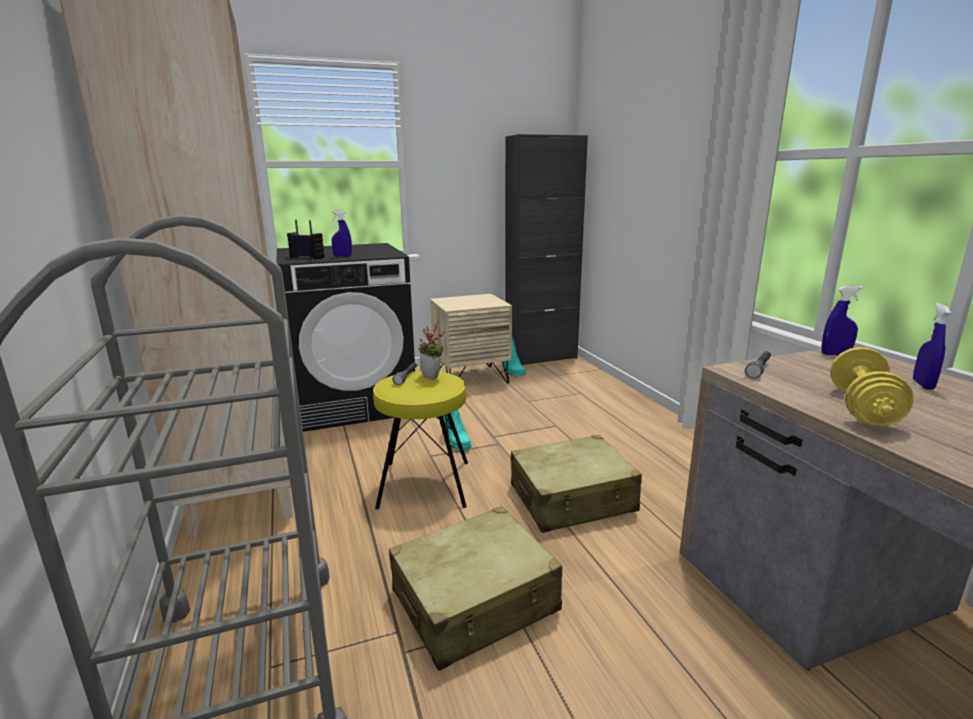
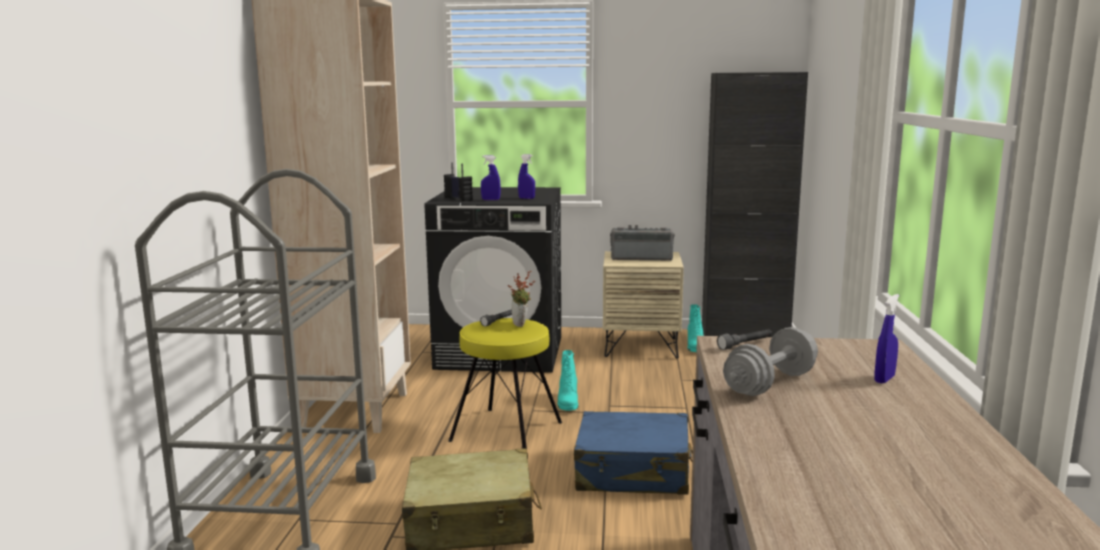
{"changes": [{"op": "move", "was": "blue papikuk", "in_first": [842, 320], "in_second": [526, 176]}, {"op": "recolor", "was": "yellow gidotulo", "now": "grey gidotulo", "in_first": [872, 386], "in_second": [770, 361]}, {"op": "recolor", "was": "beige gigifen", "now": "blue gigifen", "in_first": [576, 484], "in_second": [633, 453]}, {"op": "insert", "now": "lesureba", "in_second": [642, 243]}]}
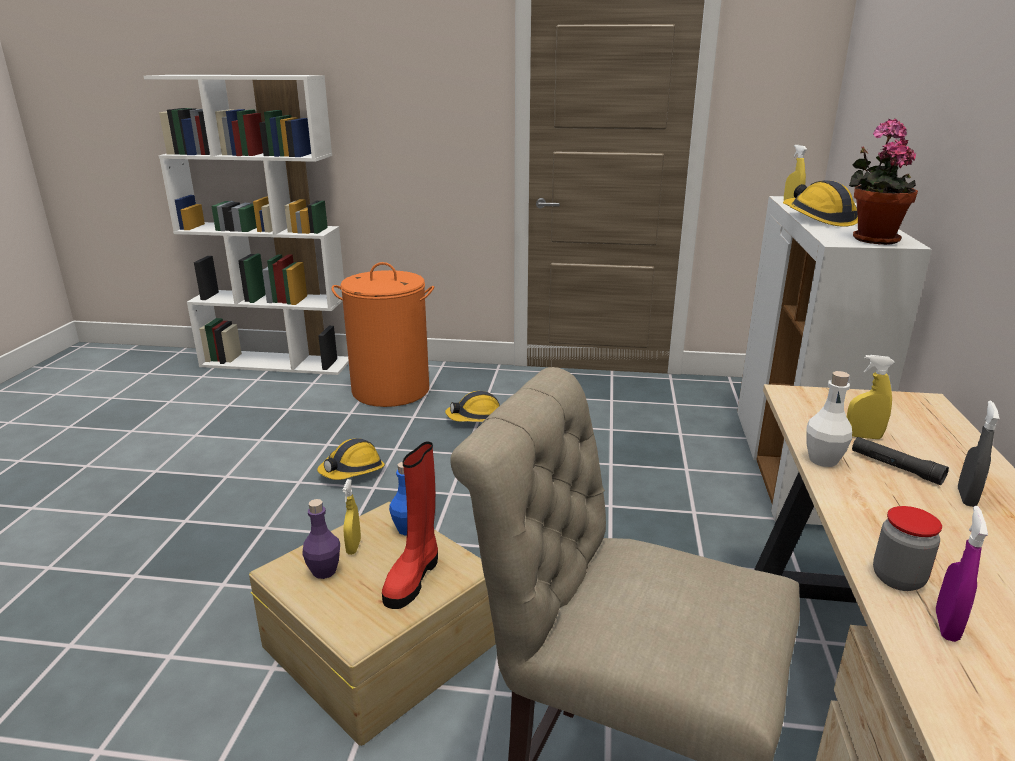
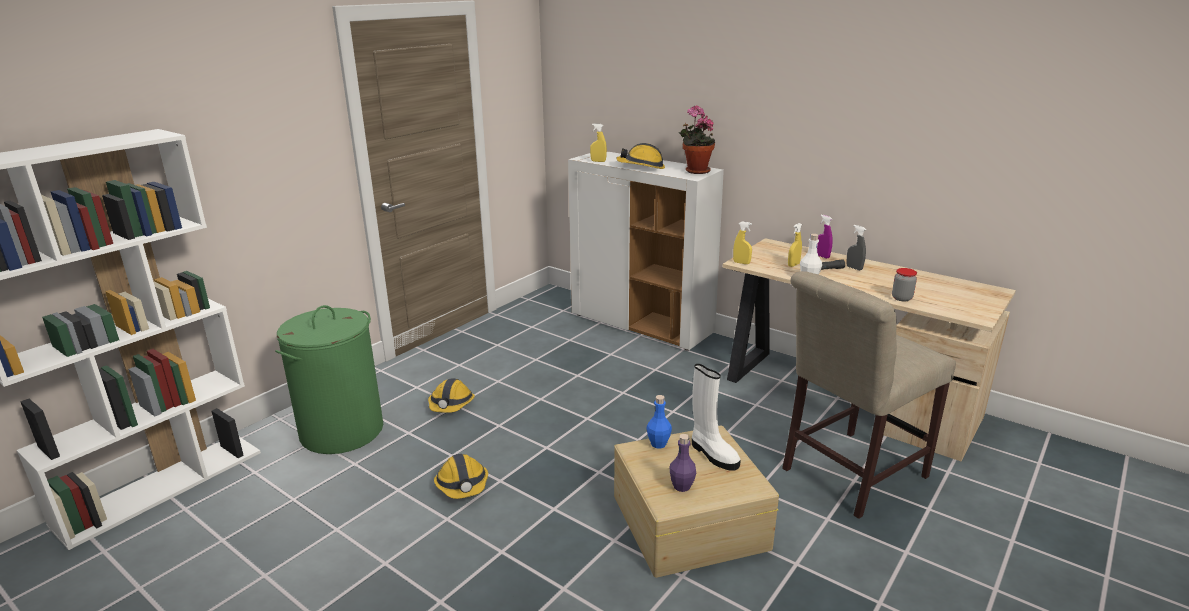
{"changes": [{"op": "recolor", "was": "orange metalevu", "now": "green metalevu", "in_first": [382, 334], "in_second": [329, 379]}, {"op": "recolor", "was": "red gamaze", "now": "white gamaze", "in_first": [410, 525], "in_second": [716, 417]}, {"op": "move", "was": "yellow papikuk", "in_first": [351, 517], "in_second": [742, 242]}, {"op": "move", "was": "purple papikuk", "in_first": [962, 574], "in_second": [825, 236]}]}
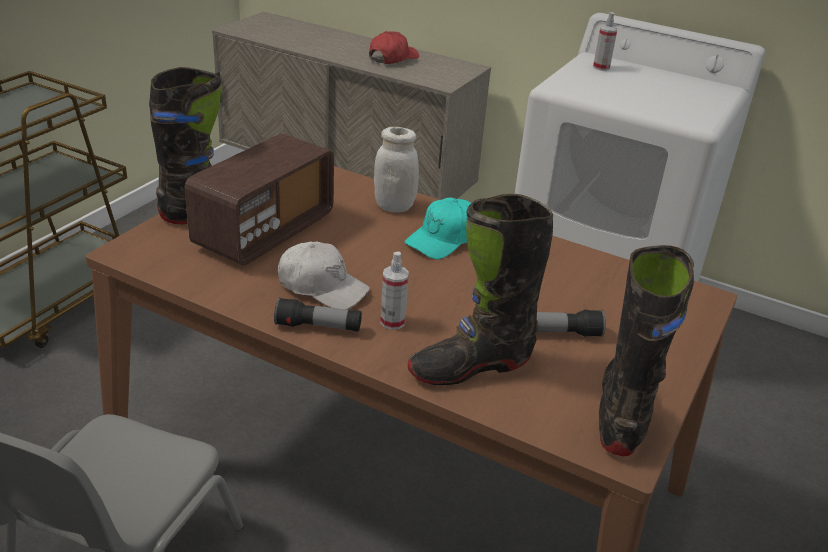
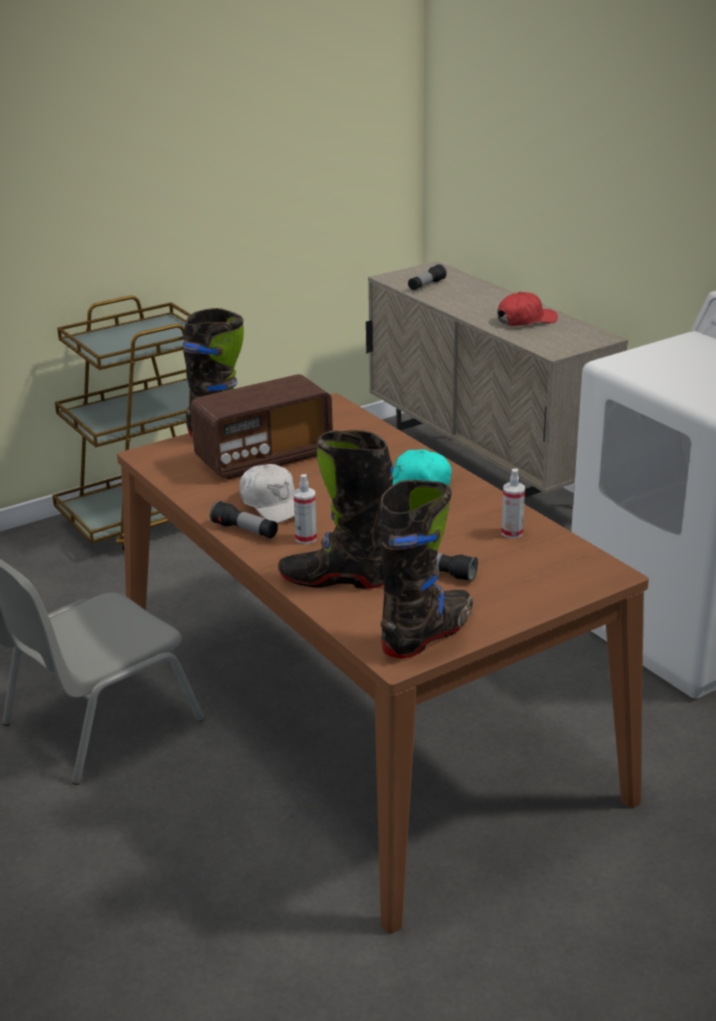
{"changes": [{"op": "move", "was": "papikuk", "in_first": [605, 41], "in_second": [513, 504]}, {"op": "delete", "was": "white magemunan", "in_first": [396, 170]}, {"op": "insert", "now": "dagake", "in_second": [427, 277]}]}
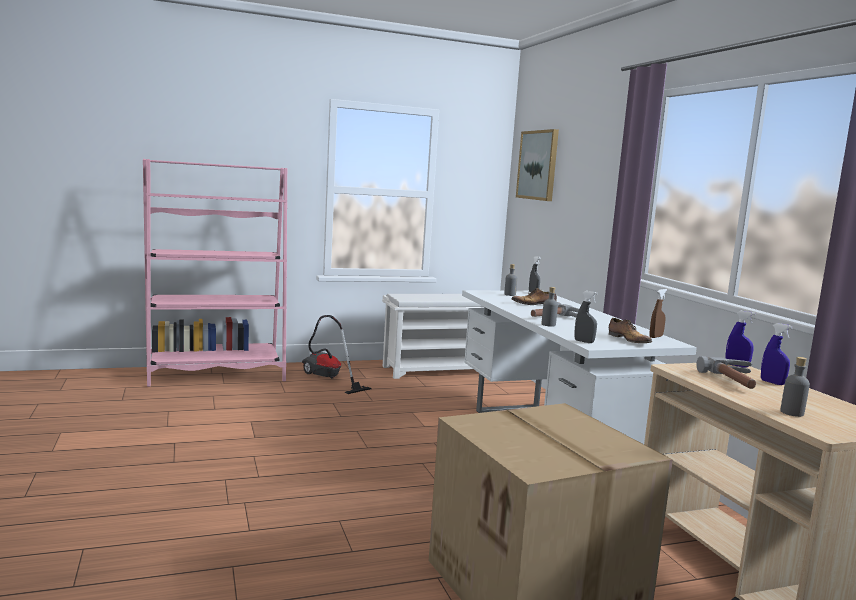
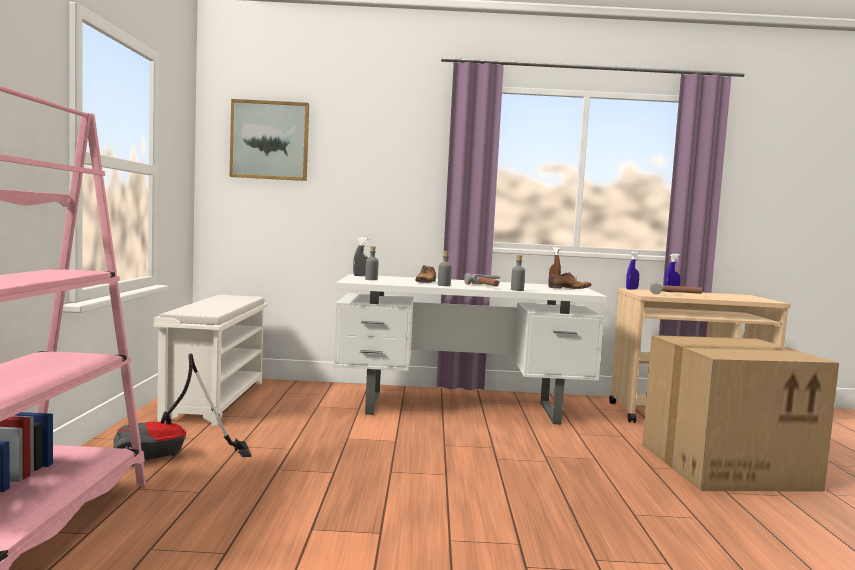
{"changes": [{"op": "delete", "was": "grey papikuk", "in_first": [586, 317]}, {"op": "move", "was": "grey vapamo", "in_first": [795, 387], "in_second": [445, 268]}]}
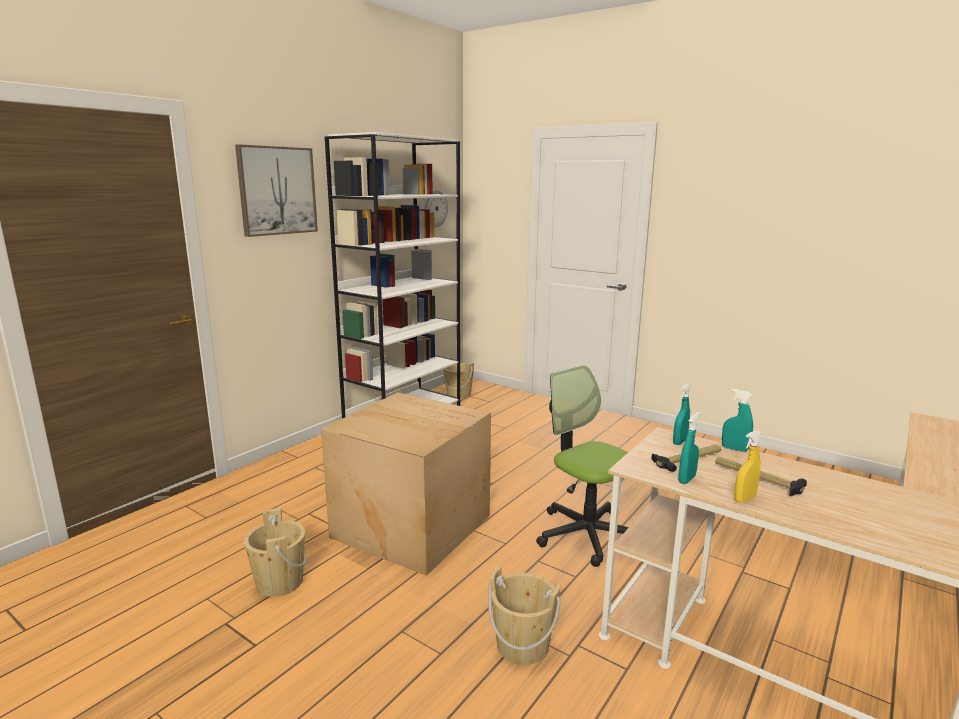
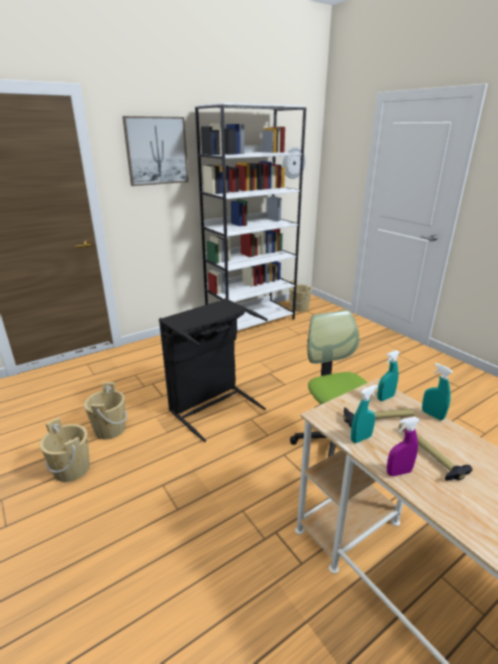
{"changes": [{"op": "replace", "was": "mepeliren", "now": "black metalevu", "in_first": [406, 484], "in_second": [213, 370]}, {"op": "recolor", "was": "yellow papikuk", "now": "purple papikuk", "in_first": [748, 466], "in_second": [403, 446]}, {"op": "move", "was": "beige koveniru", "in_first": [524, 615], "in_second": [65, 450]}]}
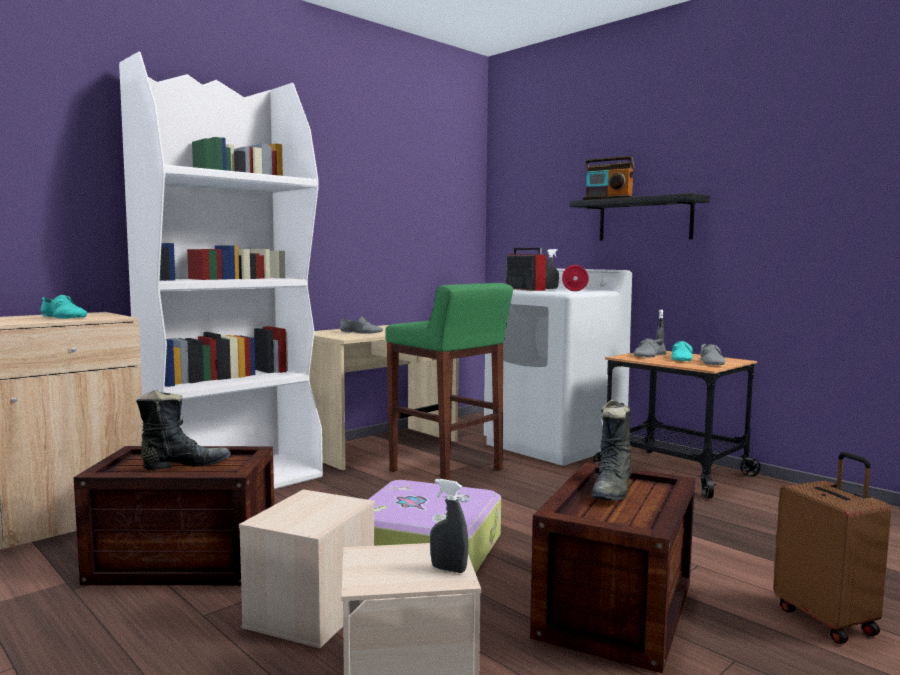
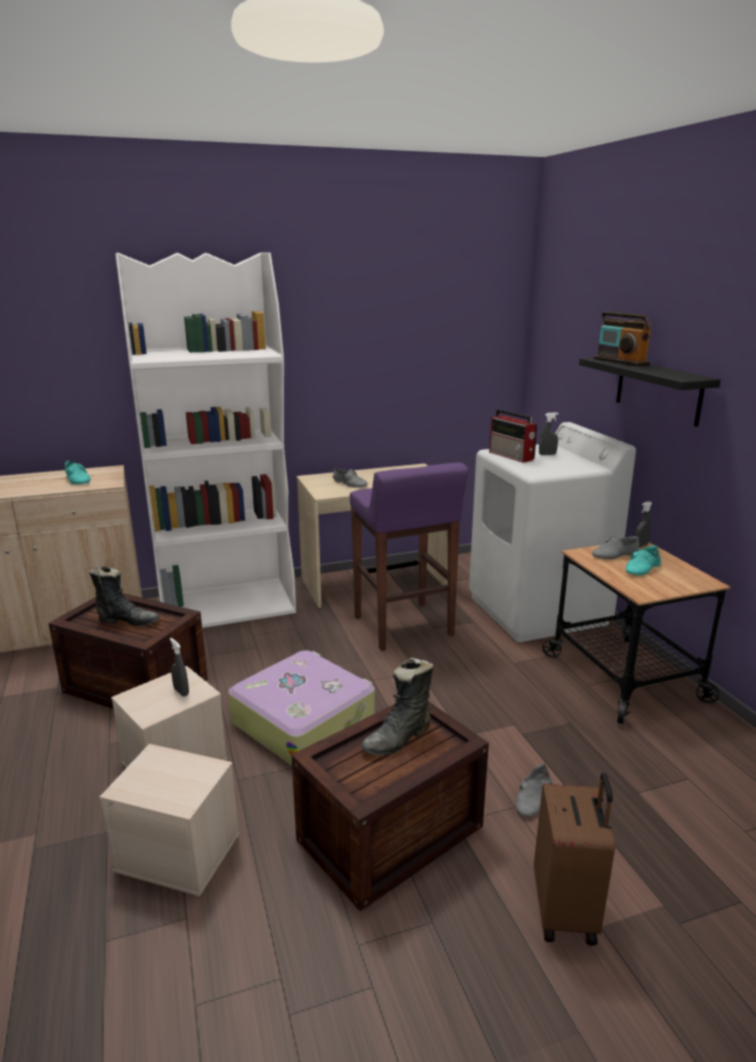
{"changes": [{"op": "rotate", "was": "lesureba", "in_first": [526, 269], "in_second": [513, 436], "clockwise": 150}, {"op": "delete", "was": "red gidotulo", "in_first": [575, 278]}, {"op": "recolor", "was": "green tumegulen", "now": "purple tumegulen", "in_first": [449, 381], "in_second": [409, 557]}, {"op": "move", "was": "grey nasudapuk", "in_first": [712, 354], "in_second": [534, 790]}, {"op": "move", "was": "grey papikuk", "in_first": [449, 526], "in_second": [179, 667]}]}
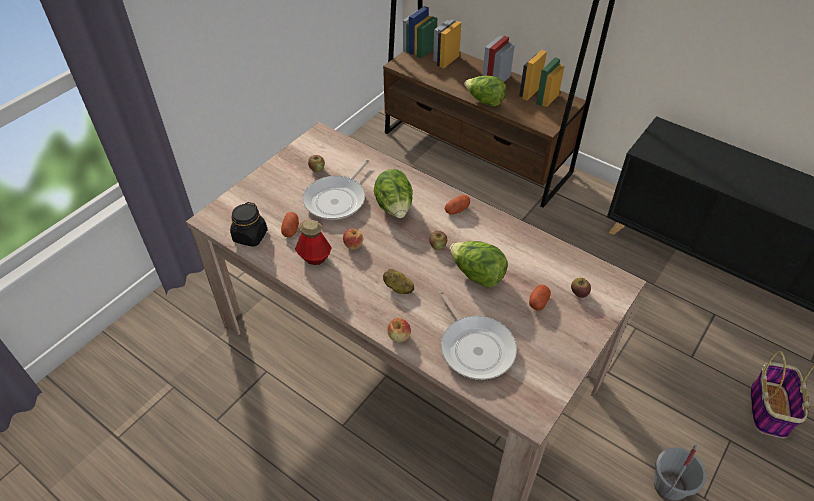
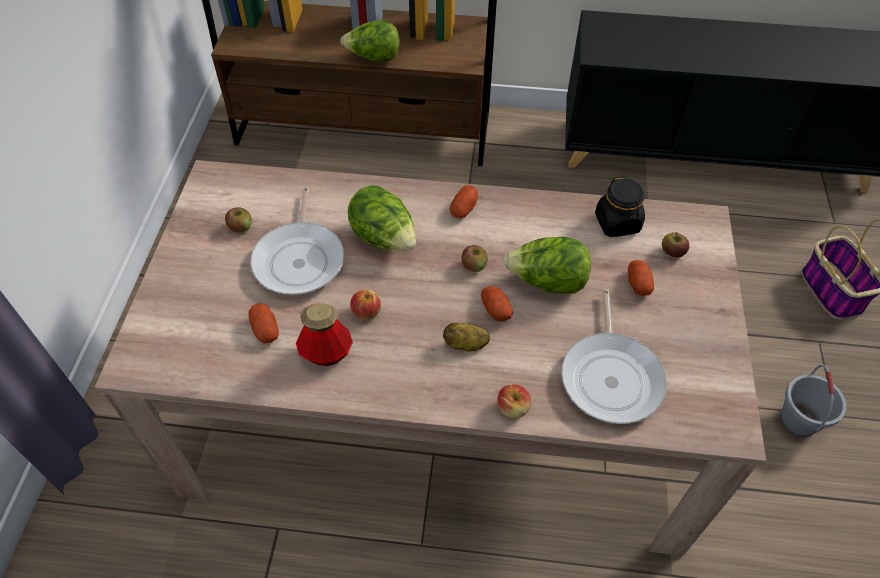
{"changes": [{"op": "move", "was": "black magemunan", "in_first": [249, 224], "in_second": [620, 206]}, {"op": "rotate", "was": "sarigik", "in_first": [478, 335], "in_second": [614, 356], "clockwise": 60}, {"op": "insert", "now": "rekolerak", "in_second": [497, 304]}]}
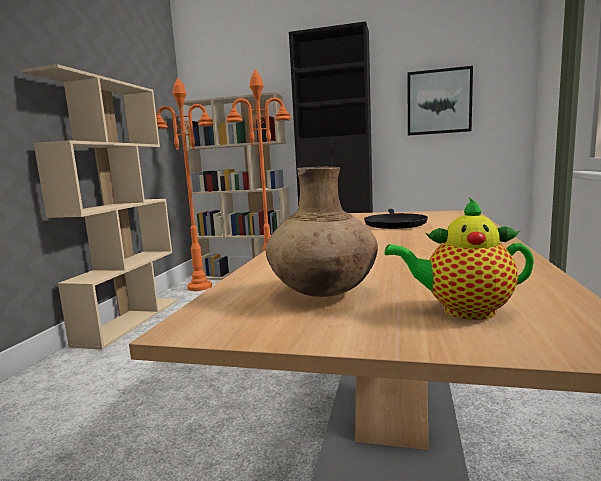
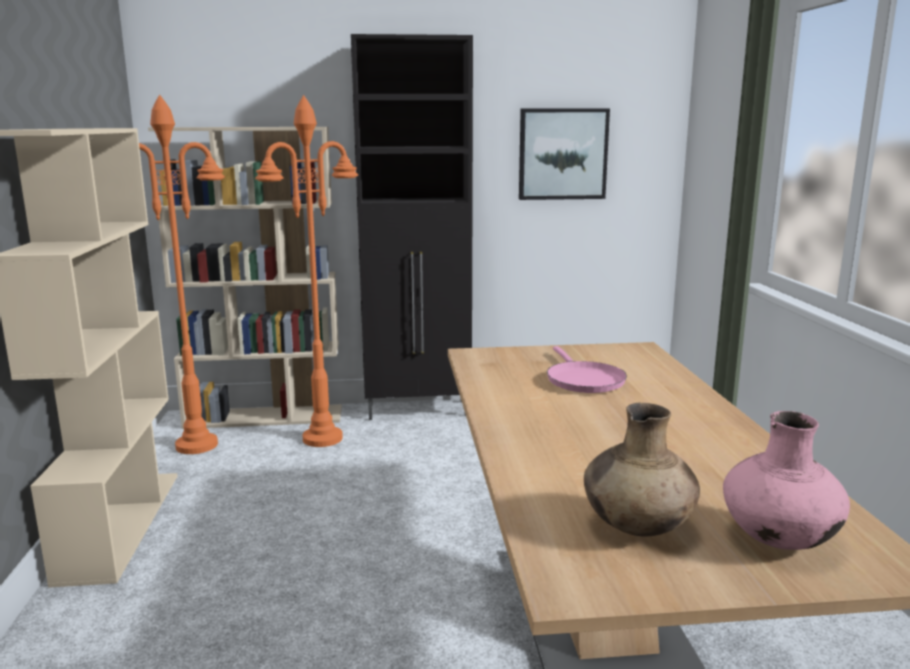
{"changes": [{"op": "replace", "was": "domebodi", "now": "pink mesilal", "in_first": [459, 258], "in_second": [786, 480]}, {"op": "recolor", "was": "black sarigik", "now": "pink sarigik", "in_first": [396, 219], "in_second": [587, 369]}]}
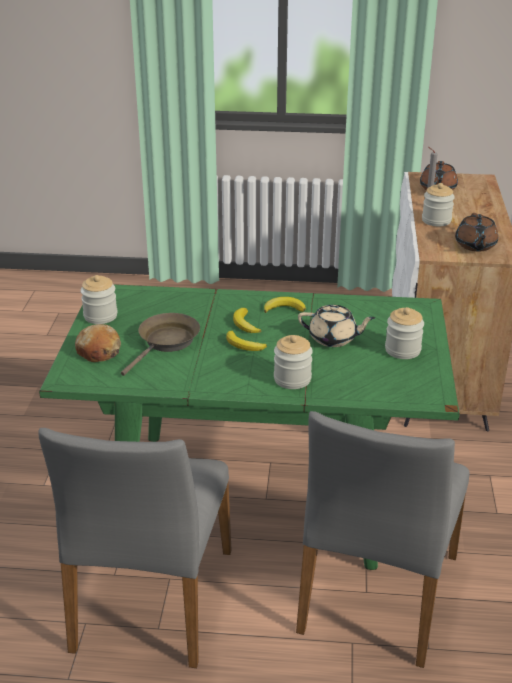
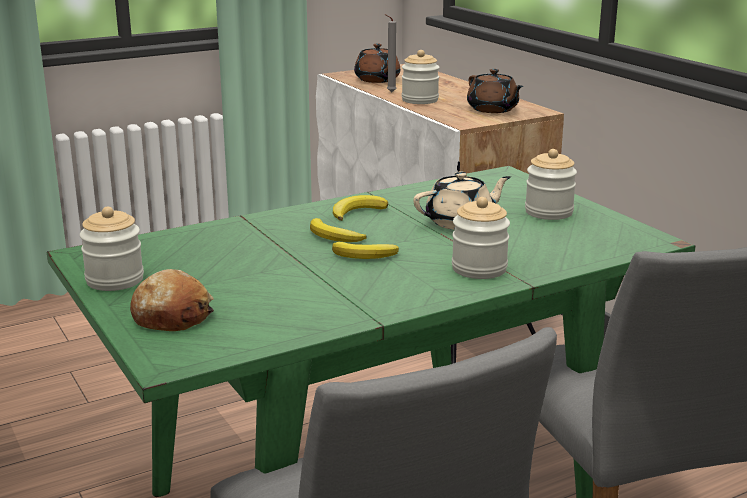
{"changes": [{"op": "delete", "was": "brown sarigik", "in_first": [160, 344]}]}
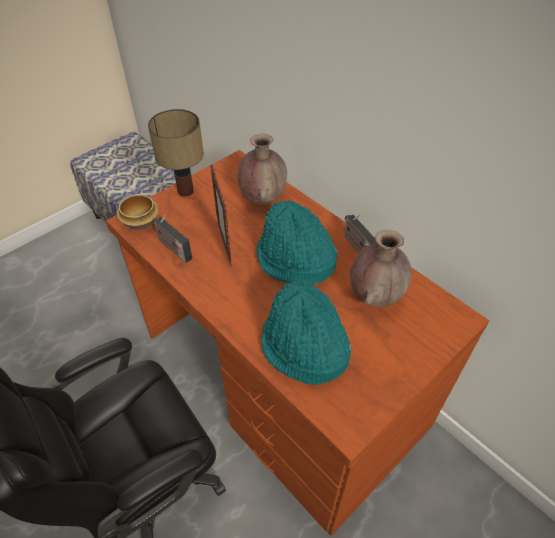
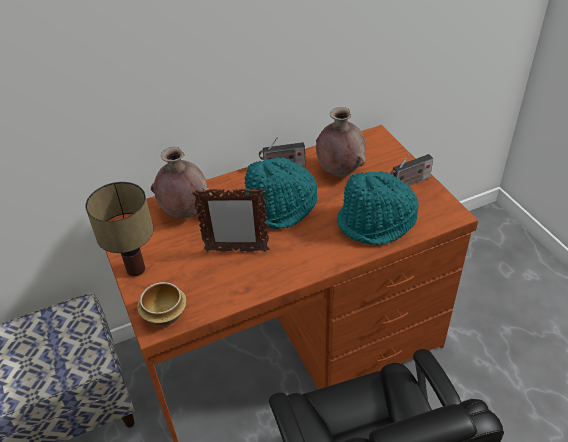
{"changes": [{"op": "move", "was": "lesureba", "in_first": [173, 239], "in_second": [411, 169]}]}
